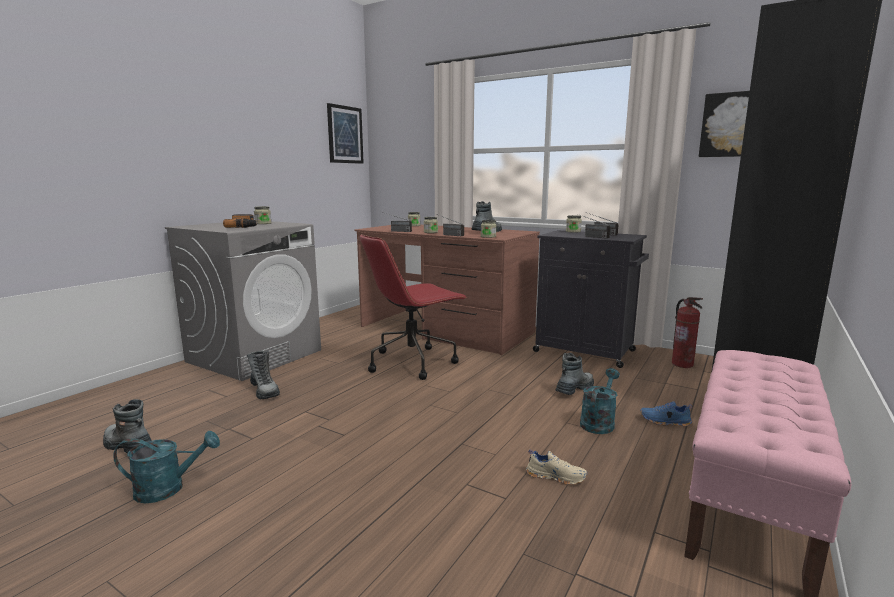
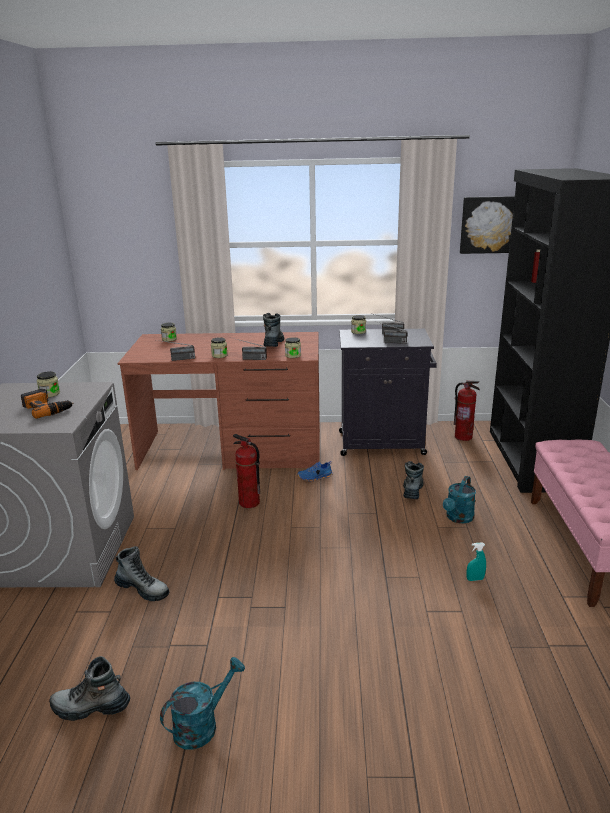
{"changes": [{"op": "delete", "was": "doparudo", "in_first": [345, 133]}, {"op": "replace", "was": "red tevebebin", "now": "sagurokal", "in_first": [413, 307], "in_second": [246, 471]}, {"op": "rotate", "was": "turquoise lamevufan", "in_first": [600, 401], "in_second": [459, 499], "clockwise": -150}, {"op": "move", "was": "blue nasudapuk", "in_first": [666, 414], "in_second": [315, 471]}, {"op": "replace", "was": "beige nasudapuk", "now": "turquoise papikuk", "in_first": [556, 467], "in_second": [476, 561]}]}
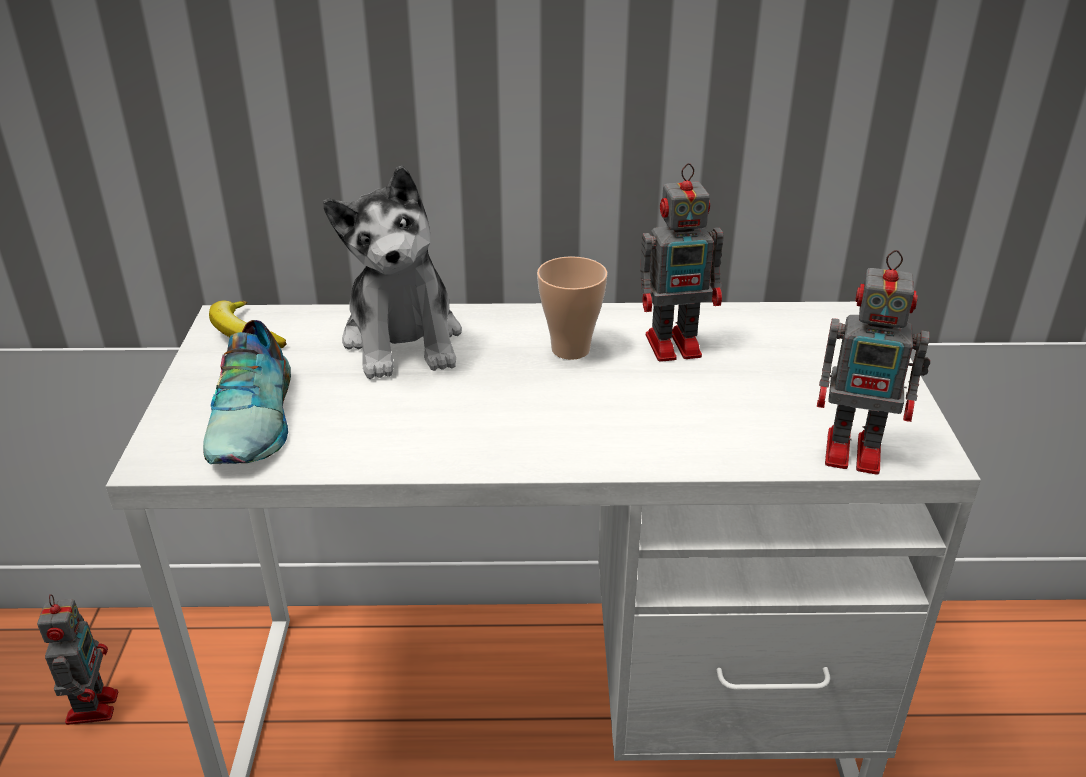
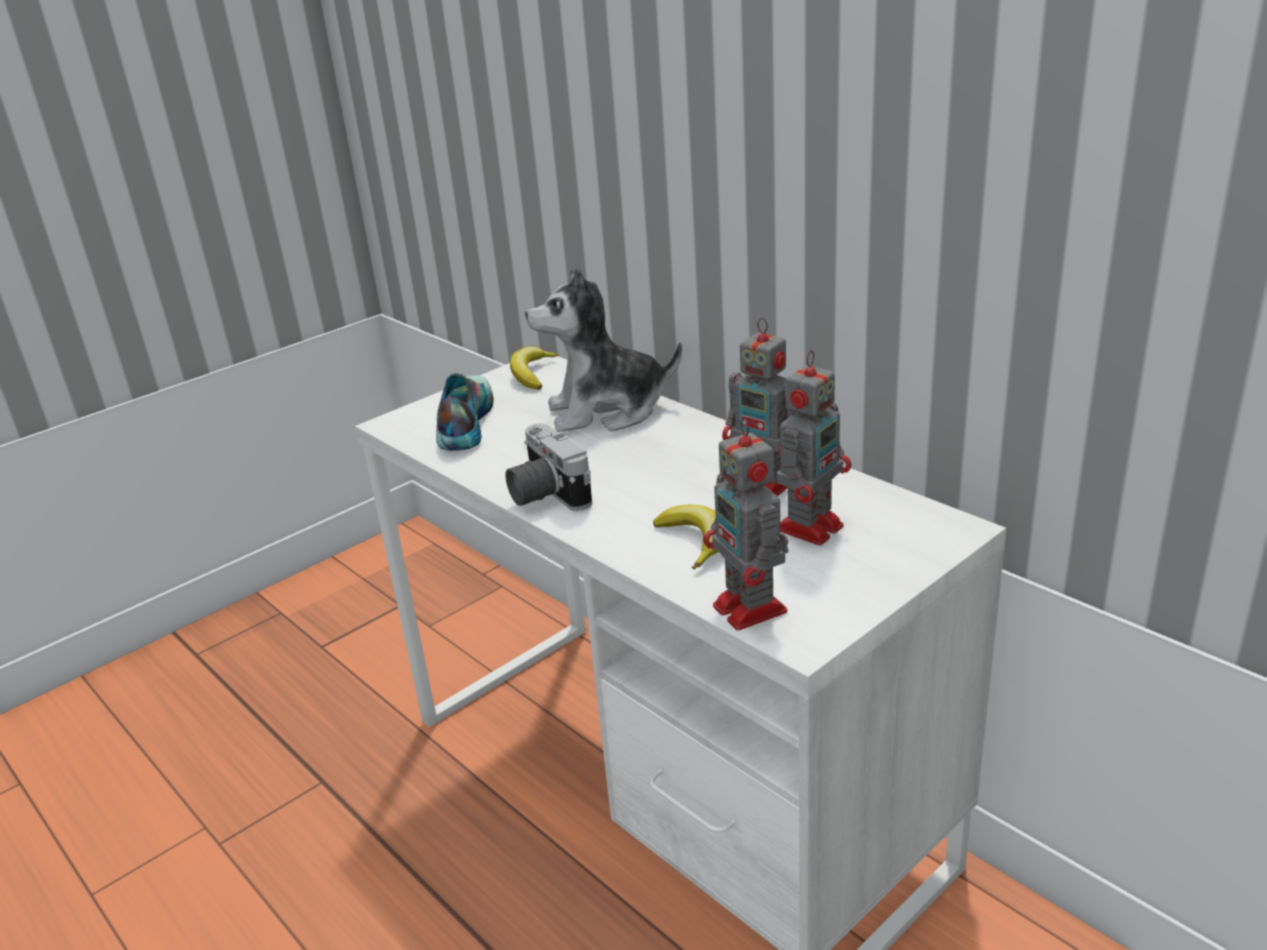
{"changes": [{"op": "rotate", "was": "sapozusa", "in_first": [392, 272], "in_second": [603, 349], "clockwise": 45}, {"op": "delete", "was": "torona", "in_first": [572, 308]}, {"op": "rotate", "was": "nasudapuk", "in_first": [247, 392], "in_second": [465, 412], "clockwise": 135}, {"op": "move", "was": "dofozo", "in_first": [77, 659], "in_second": [814, 448]}, {"op": "insert", "now": "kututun", "in_second": [548, 467]}, {"op": "insert", "now": "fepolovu", "in_second": [685, 537]}]}
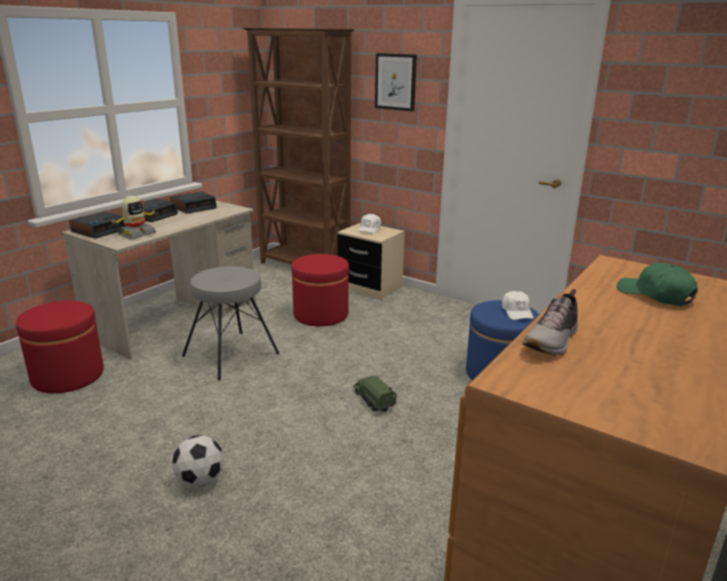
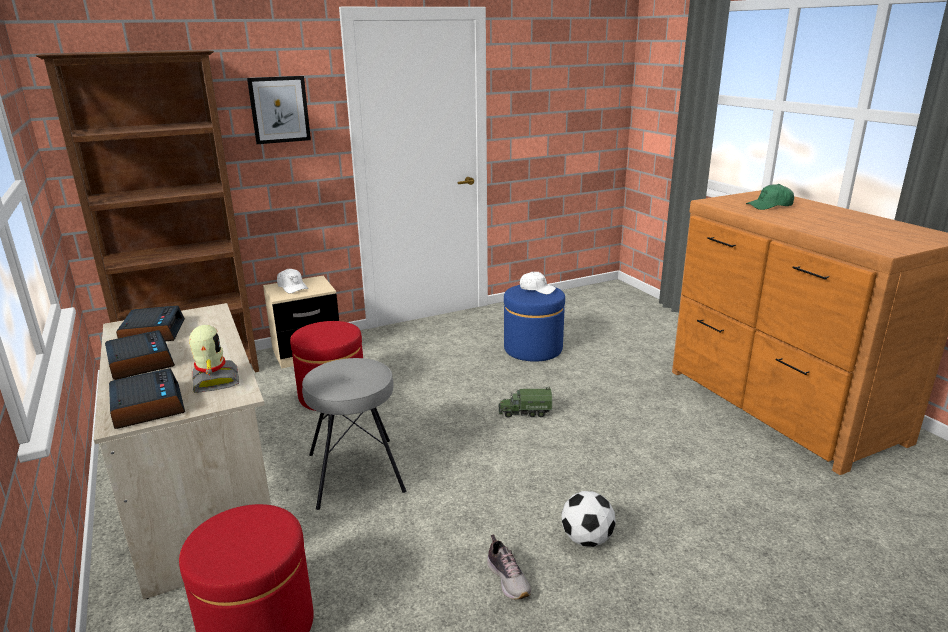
{"changes": [{"op": "move", "was": "nasudapuk", "in_first": [550, 322], "in_second": [509, 566]}]}
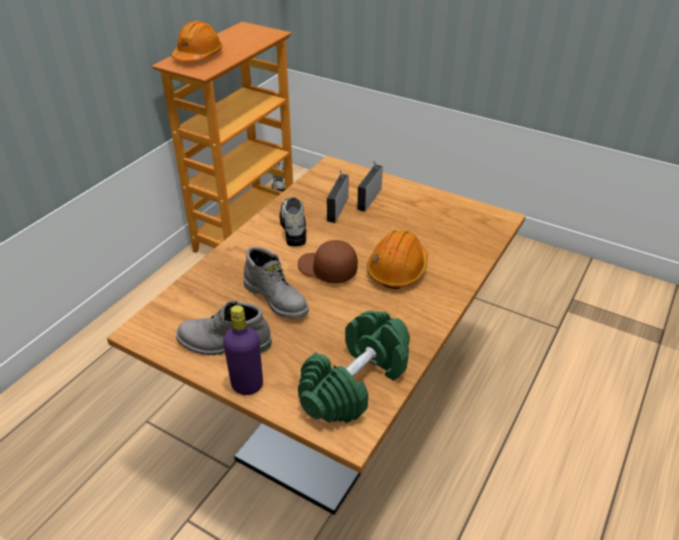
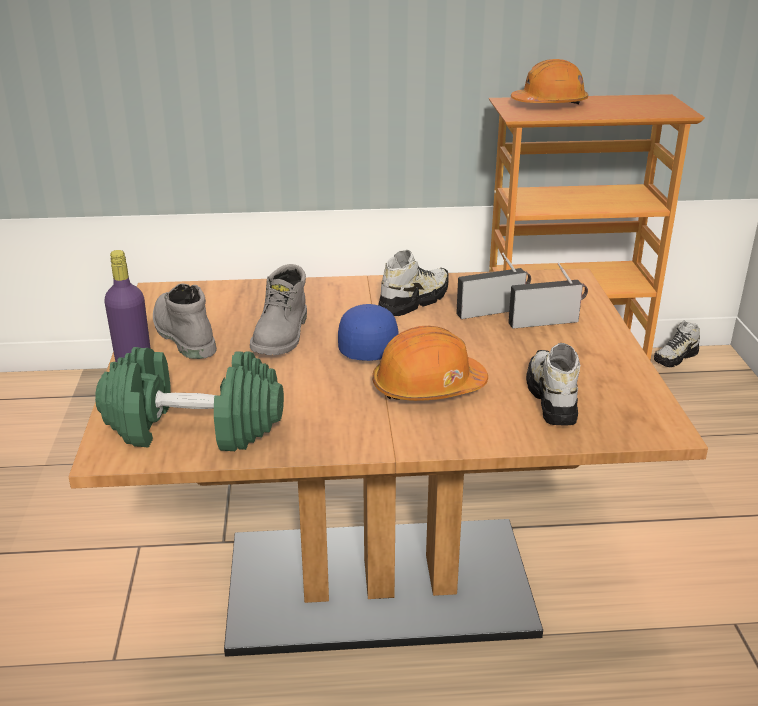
{"changes": [{"op": "recolor", "was": "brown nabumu", "now": "blue nabumu", "in_first": [328, 262], "in_second": [368, 332]}, {"op": "insert", "now": "nasudapuk", "in_second": [553, 384]}]}
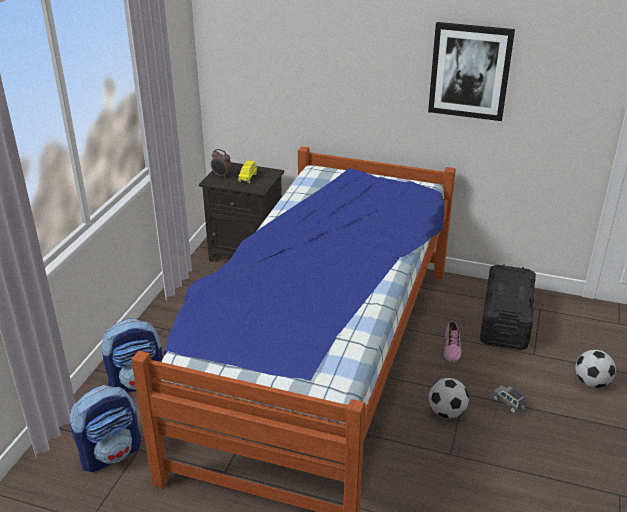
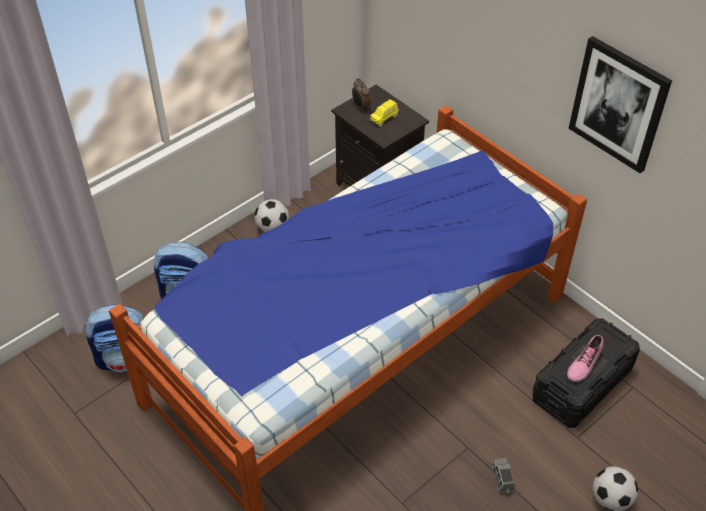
{"changes": [{"op": "move", "was": "nasudapuk", "in_first": [452, 341], "in_second": [585, 358]}, {"op": "move", "was": "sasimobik", "in_first": [449, 398], "in_second": [271, 215]}]}
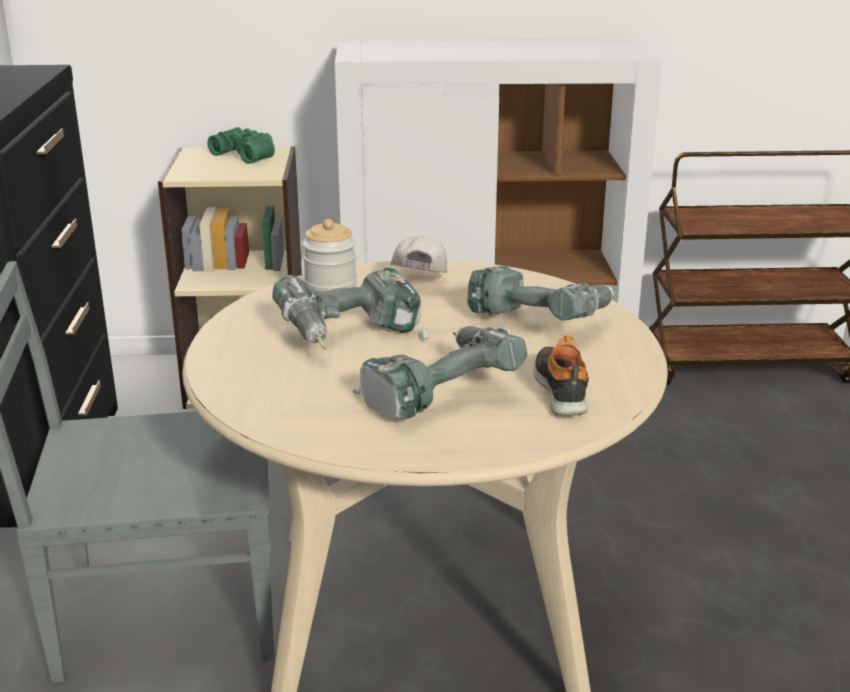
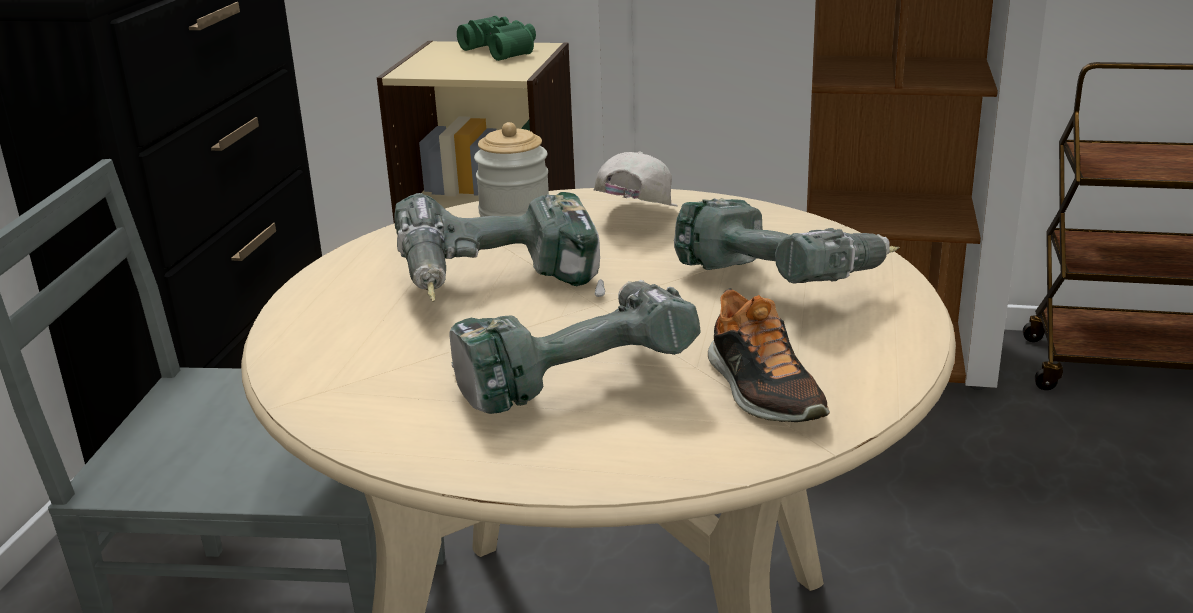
{"changes": [{"op": "rotate", "was": "nasudapuk", "in_first": [561, 375], "in_second": [769, 355], "clockwise": 150}]}
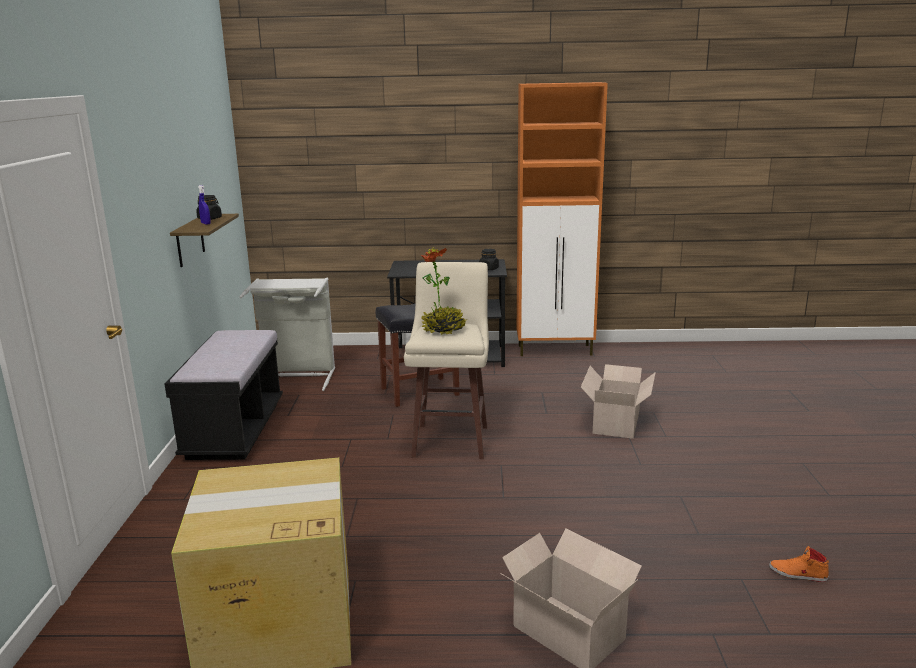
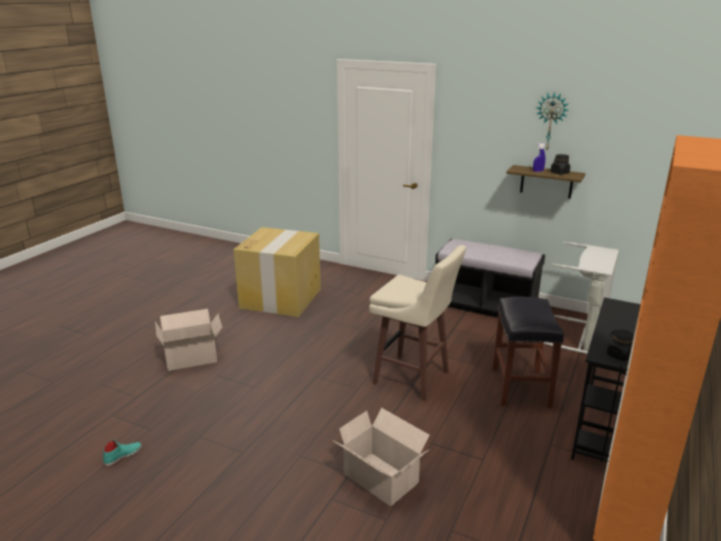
{"changes": [{"op": "delete", "was": "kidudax", "in_first": [444, 291]}, {"op": "recolor", "was": "orange nasudapuk", "now": "turquoise nasudapuk", "in_first": [799, 564], "in_second": [122, 452]}, {"op": "insert", "now": "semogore", "in_second": [552, 121]}]}
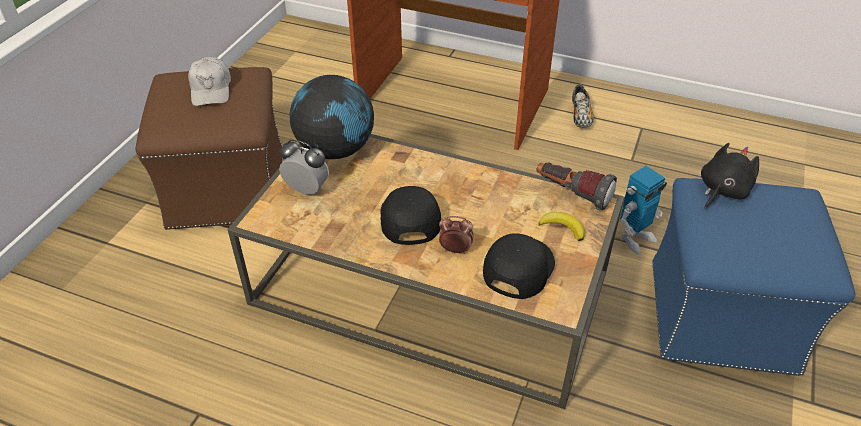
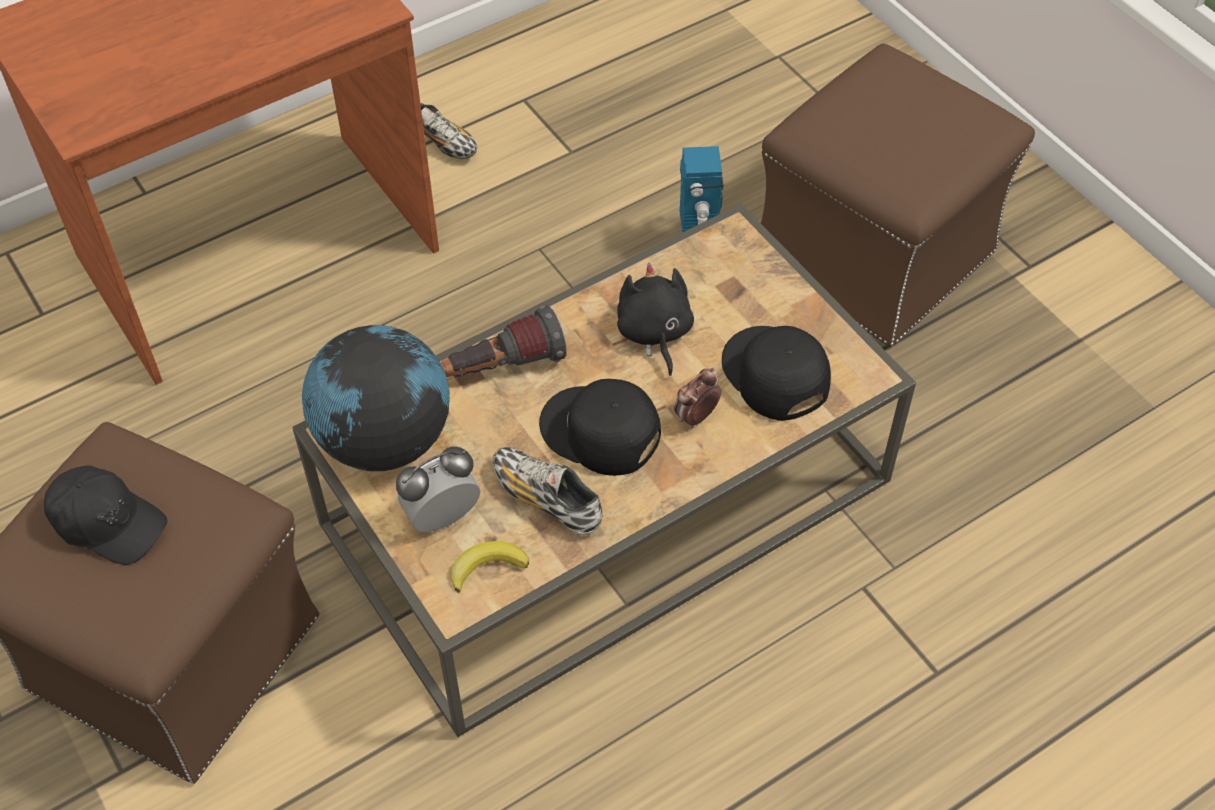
{"changes": [{"op": "recolor", "was": "white nabumu", "now": "black nabumu", "in_first": [209, 81], "in_second": [105, 515]}, {"op": "move", "was": "black sapozusa", "in_first": [730, 176], "in_second": [655, 319]}, {"op": "move", "was": "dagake", "in_first": [577, 186], "in_second": [504, 341]}, {"op": "recolor", "was": "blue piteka", "now": "brown piteka", "in_first": [753, 277], "in_second": [898, 195]}, {"op": "move", "was": "fepolovu", "in_first": [561, 226], "in_second": [490, 567]}, {"op": "insert", "now": "nasudapuk", "in_second": [548, 491]}]}
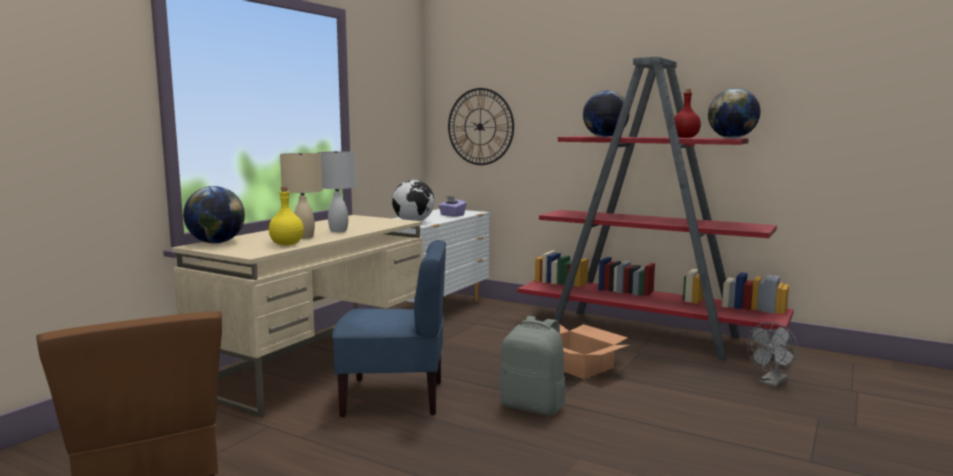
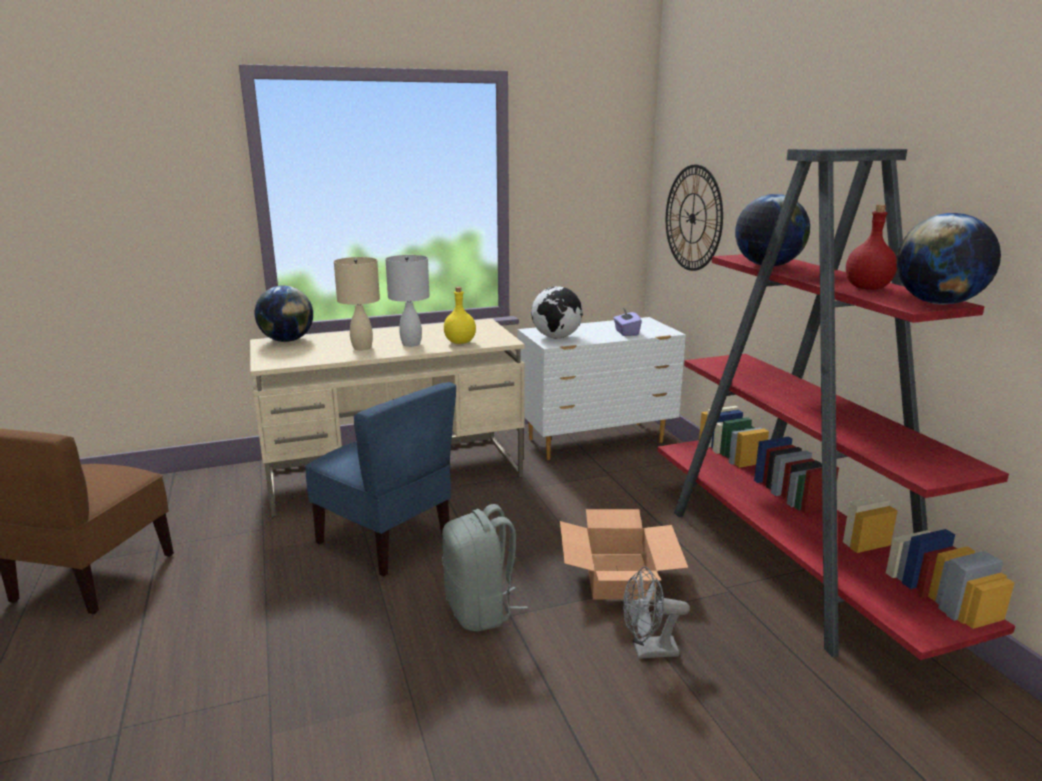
{"changes": [{"op": "move", "was": "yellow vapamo", "in_first": [286, 216], "in_second": [460, 315]}, {"op": "move", "was": "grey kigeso", "in_first": [772, 354], "in_second": [656, 613]}]}
